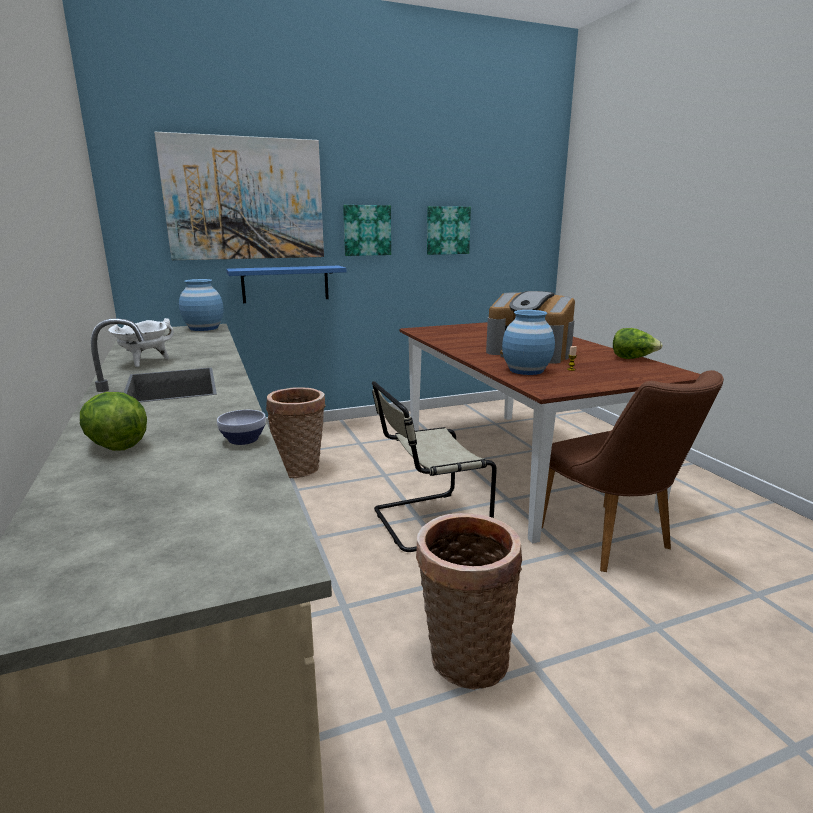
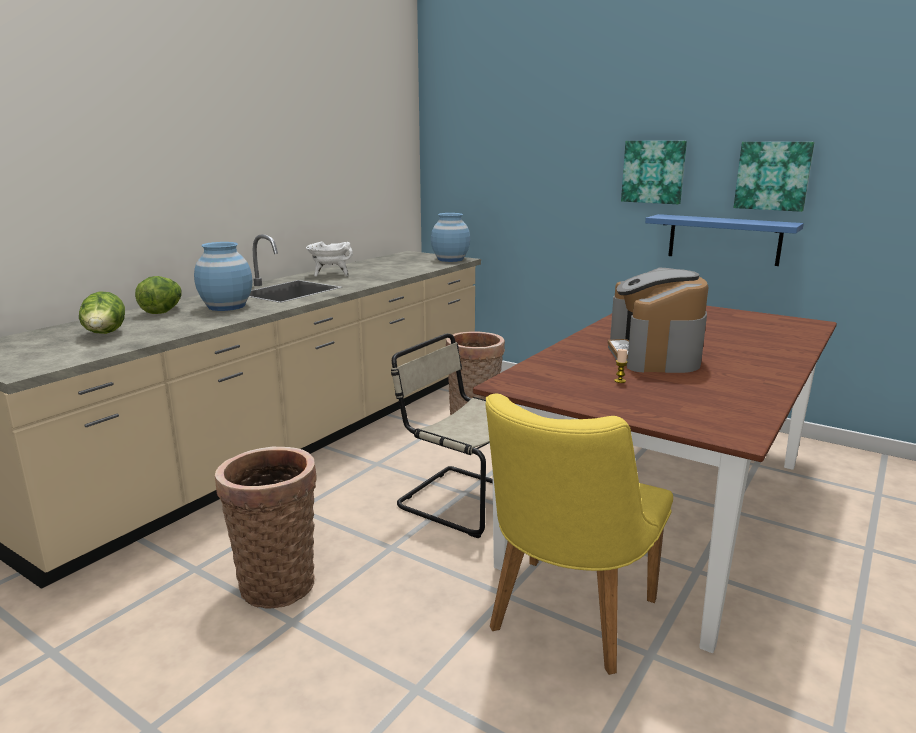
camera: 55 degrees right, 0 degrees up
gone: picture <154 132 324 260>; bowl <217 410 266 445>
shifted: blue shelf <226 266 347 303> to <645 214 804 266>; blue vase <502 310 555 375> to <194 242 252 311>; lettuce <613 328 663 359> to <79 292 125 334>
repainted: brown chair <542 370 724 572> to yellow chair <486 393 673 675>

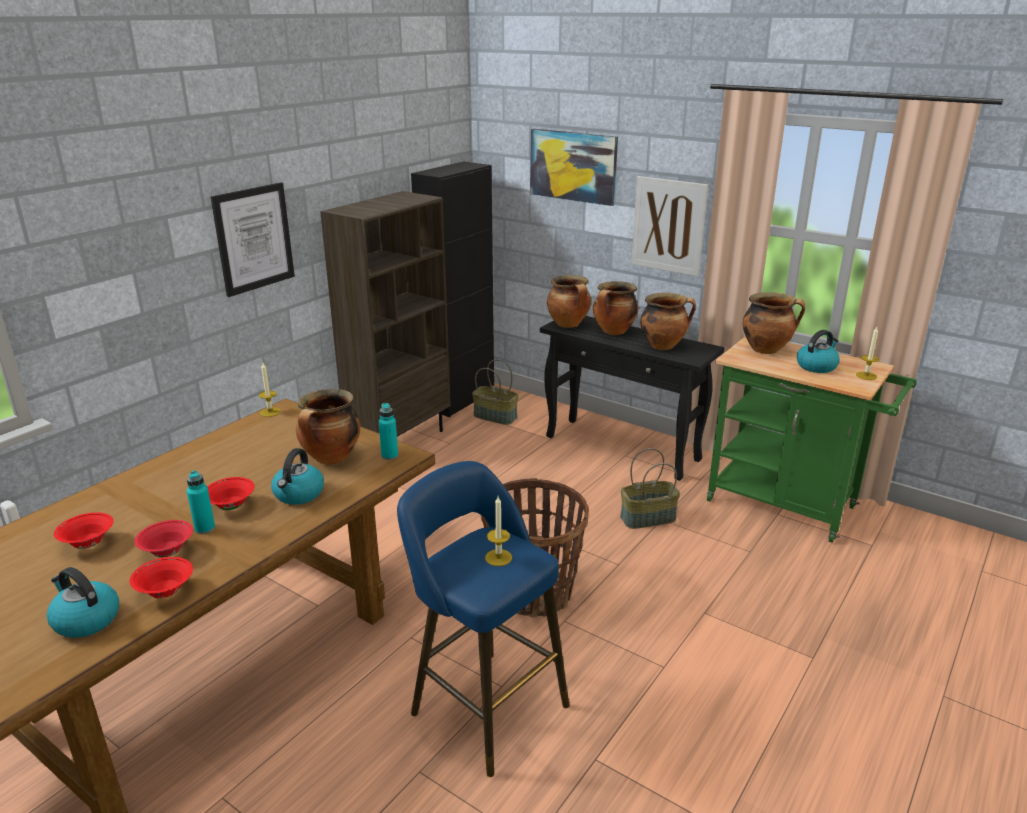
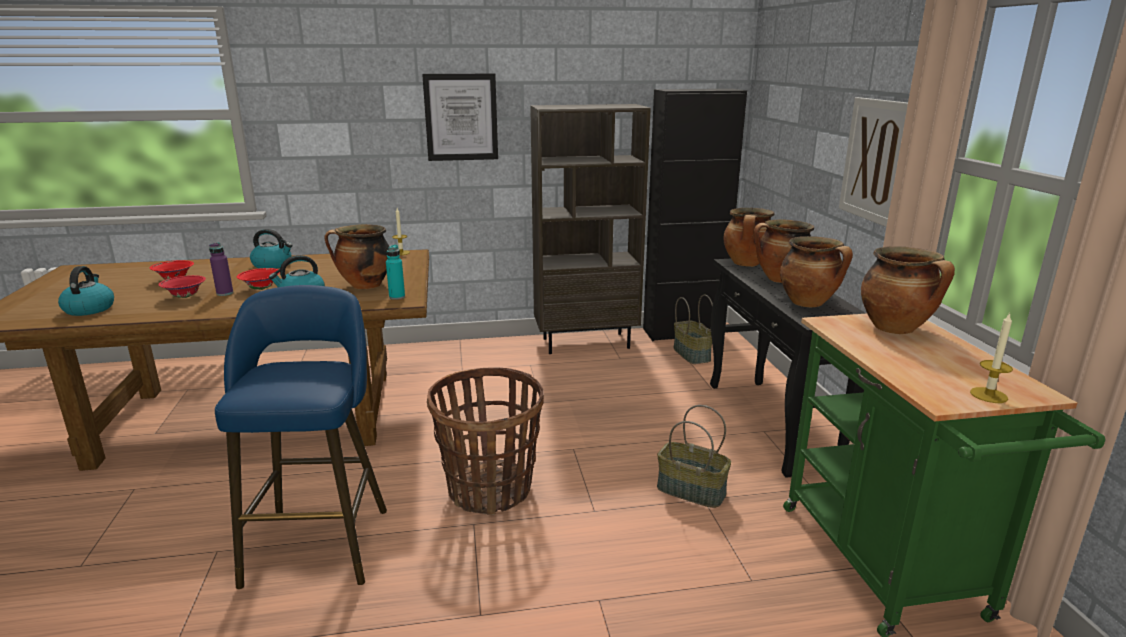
camera: 45 degrees right, 5 degrees down
gone: red bowl <130 557 193 598>; candle <485 496 512 566>; picture <530 129 618 206>
shifted: kettle <797 330 840 373> to <250 229 293 269>
repainted: turquoise bottle <187 470 215 534> to purple bottle <209 243 233 296>

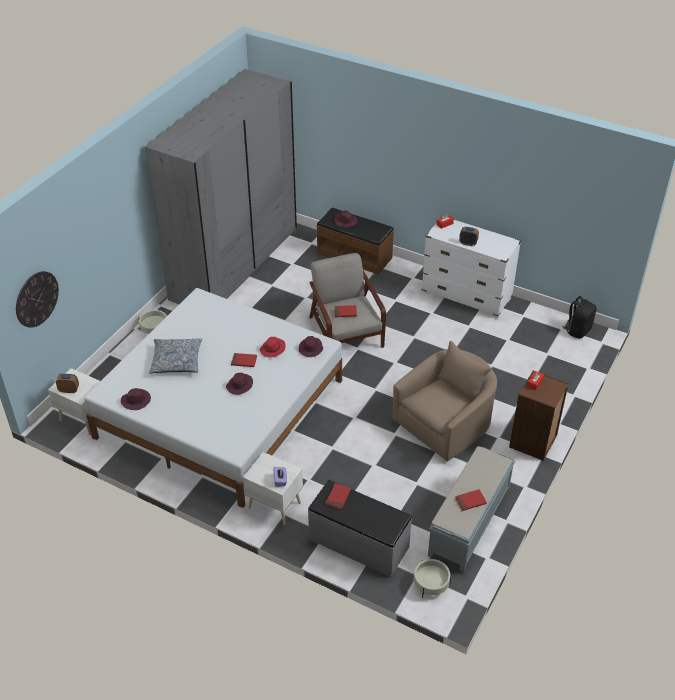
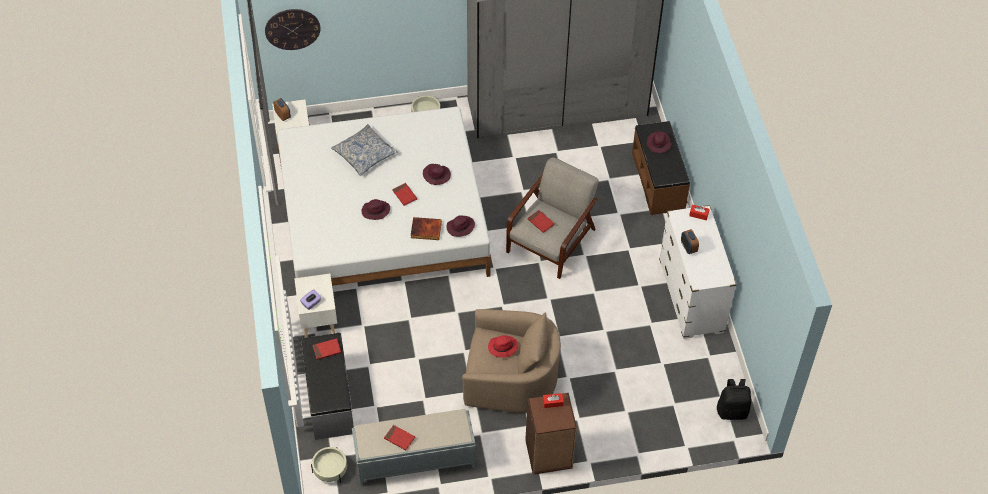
camera: 50 degrees right, 10 degrees up
new: book <411 217 442 240>
shifted: purple hat <121 388 151 410> to <423 164 451 185>; red hat <260 337 286 358> to <488 335 518 358>

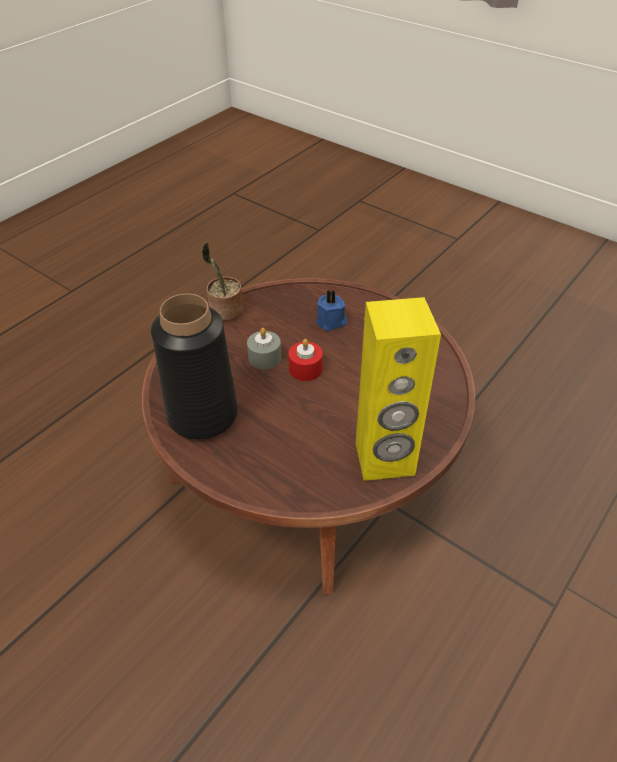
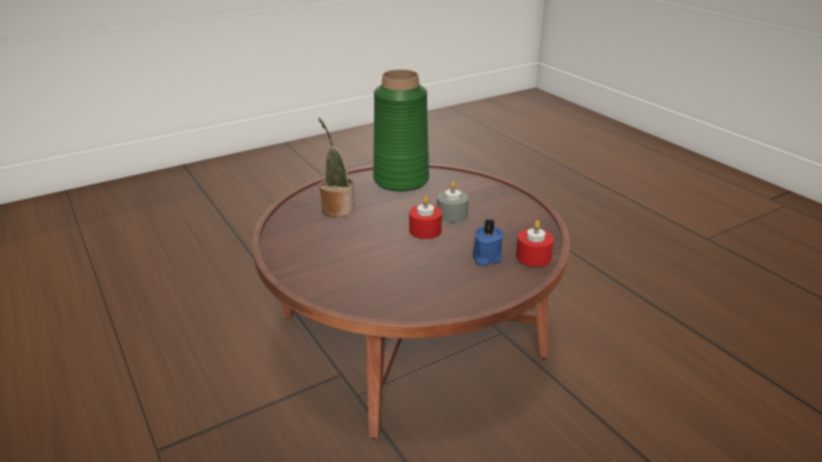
camera: 110 degrees right, 15 degrees down
gone: yellow speaker <356 297 441 481>
new: red candle <516 220 554 267>
shifted: potted plant <201 242 243 321> to <319 118 355 218>
repainted: black vase <151 294 238 439> to green vase <373 69 429 192>

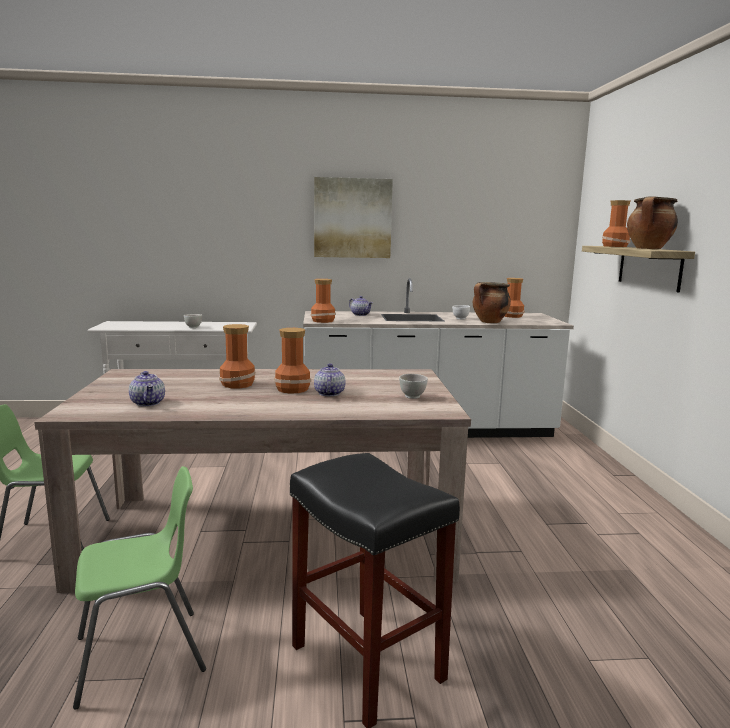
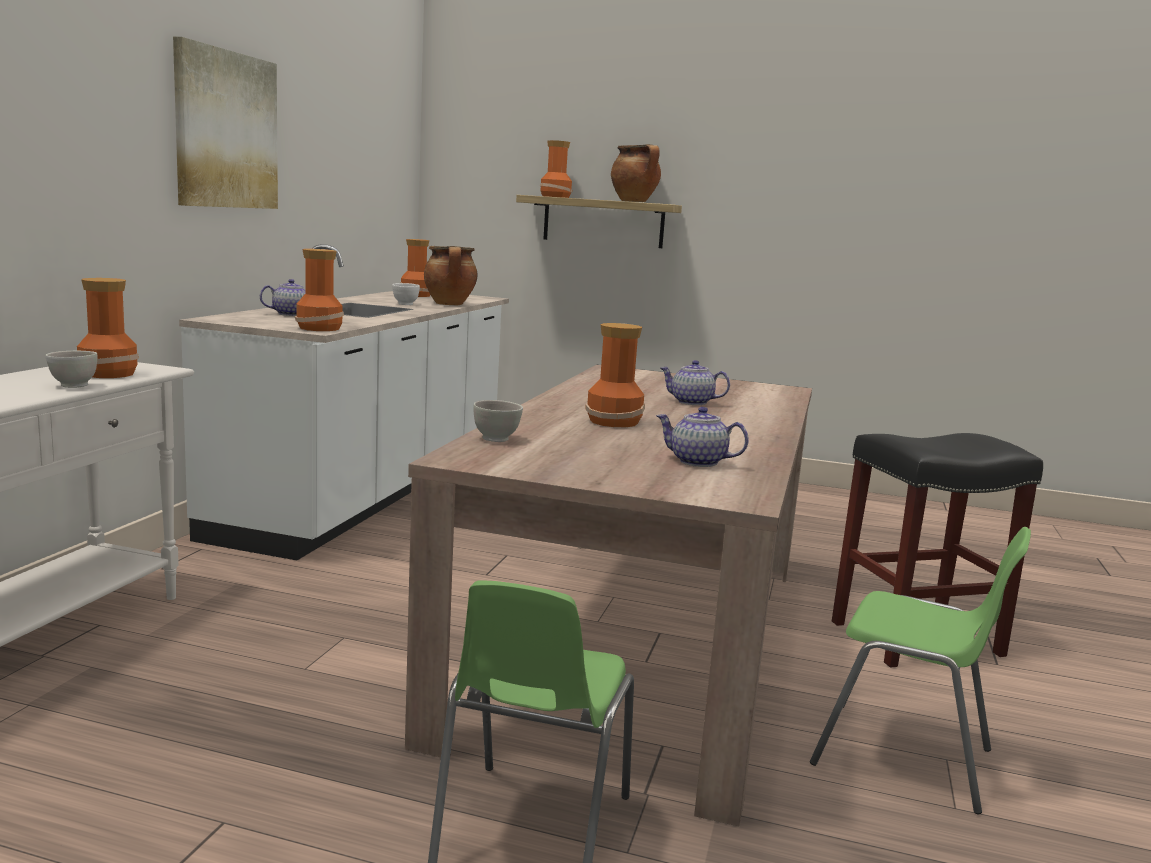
camera: 70 degrees left, 0 degrees up
shifted: vase <274 328 311 394> to <77 278 139 378>; white bowl <399 374 428 399> to <474 400 523 442>
rotated: green chair <73 466 206 710> = <810 527 1031 814> 120 degrees clockwise; teapot <129 371 165 407> = <656 407 749 467> 150 degrees counterclockwise

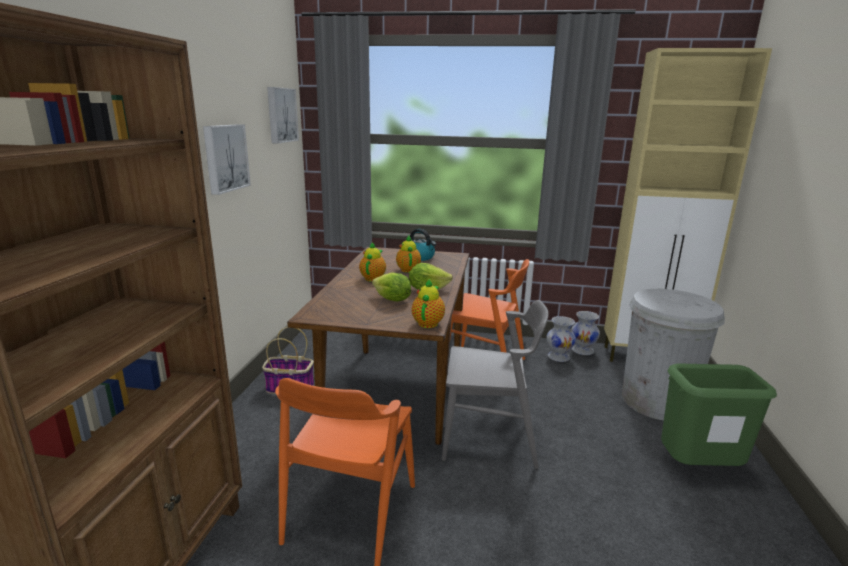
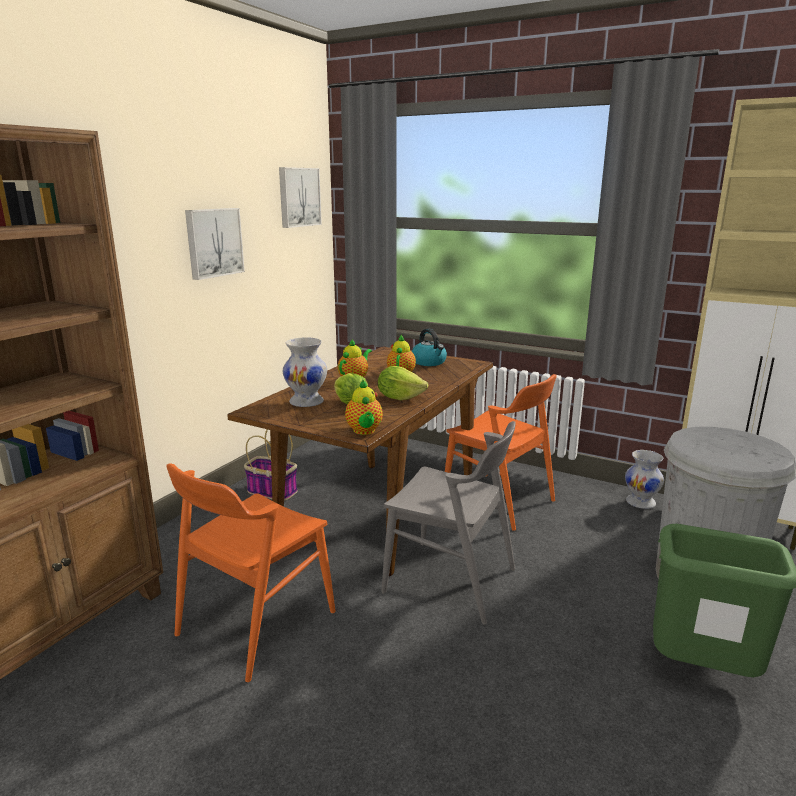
camera: 20 degrees right, 0 degrees up
shifted: white vase <546 316 576 362> to <283 337 327 407>
rotated: teapot <412 279 445 328> = <345 380 383 435> 135 degrees clockwise

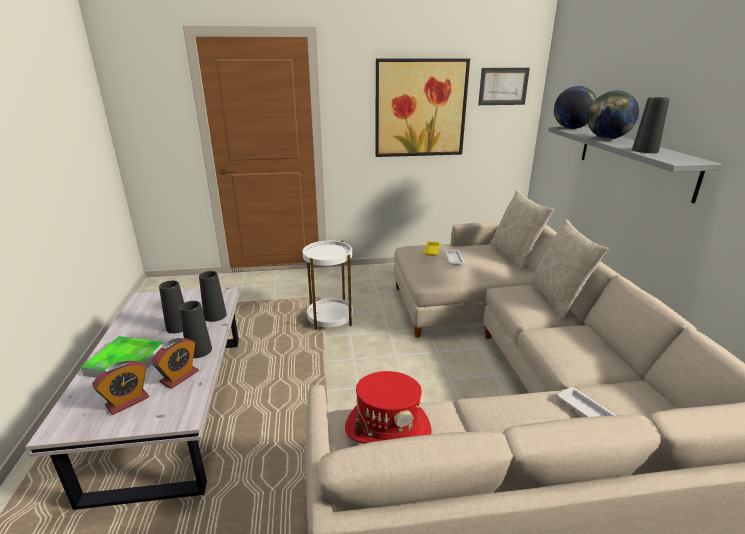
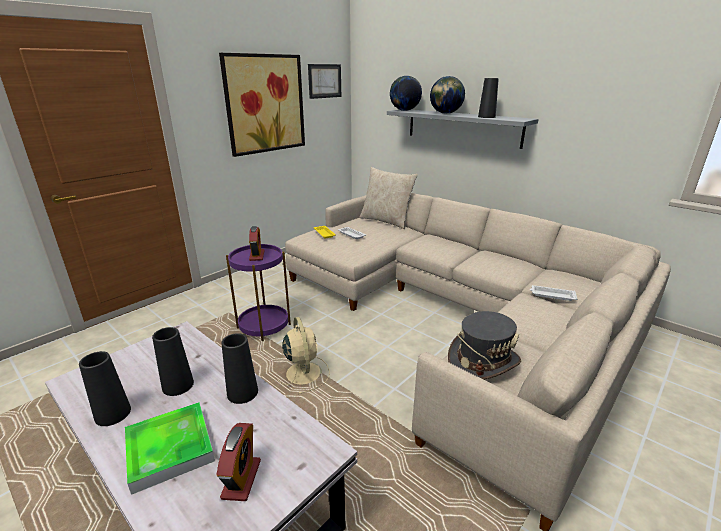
camera: 40 degrees left, 0 degrees up
gone: beige pillow <530 219 608 319>
new: beige fan <277 317 330 394>
shifted: alarm clock <151 338 199 389> to <249 226 264 261>; black vase <199 271 227 322> to <79 351 131 426>
repainted: white side table <302 241 354 330> to purple side table <226 244 291 341>; red hat <345 371 432 444> to grey hat <448 311 521 380>

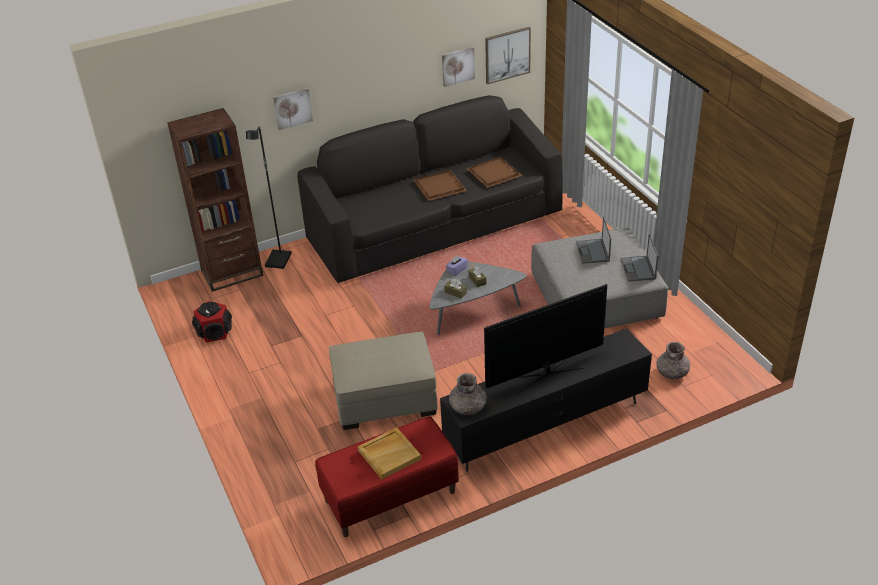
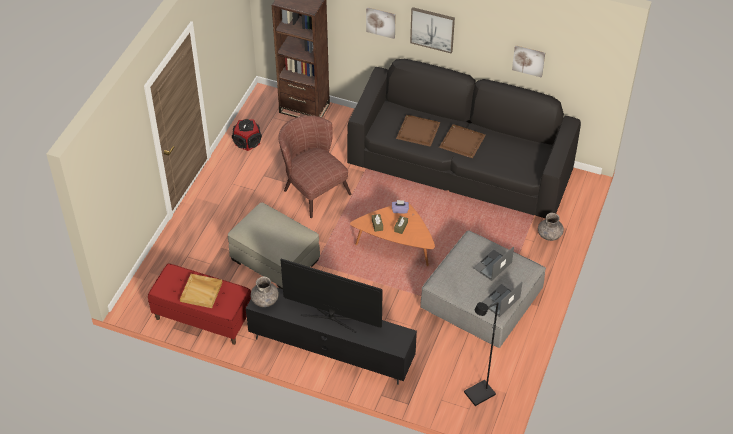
camera: 45 degrees right, 10 degrees up
new: brown armchair <278 115 351 218>
shifted: black floor lamp <246 126 292 269> to <464 302 499 406>; brown tray <467 157 522 188> to <396 115 441 147>; picture <485 27 531 84> to <410 7 455 54>; grey vase <656 342 690 379> to <538 213 564 241>
repainted: grey coffee table <429 262 527 335> to orange coffee table <350 204 435 266>

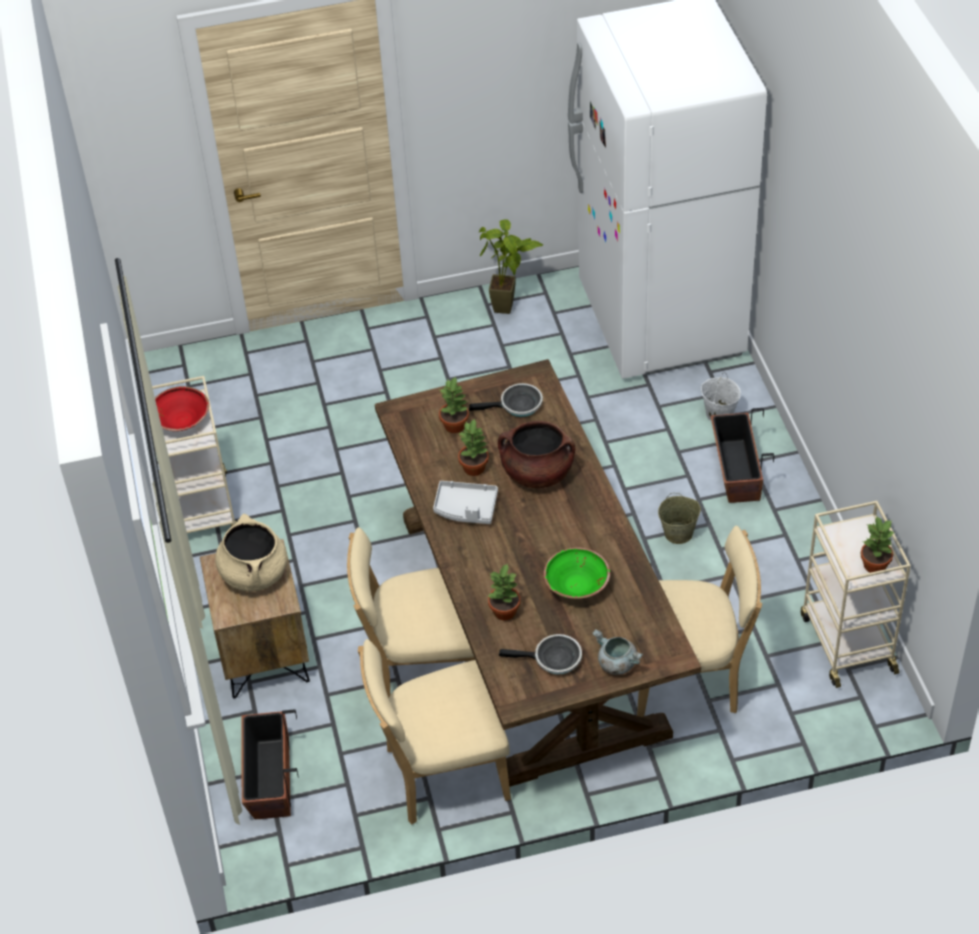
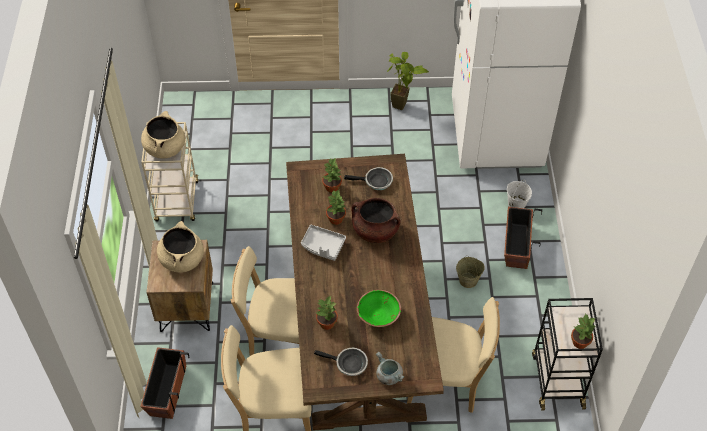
camera: 10 degrees right, 5 degrees up
swapped: red bowl <155 386 209 431> to beige cooking pot <141 111 185 159>
repainted: beige cart <801 501 911 688> to black cart <532 298 603 410>

